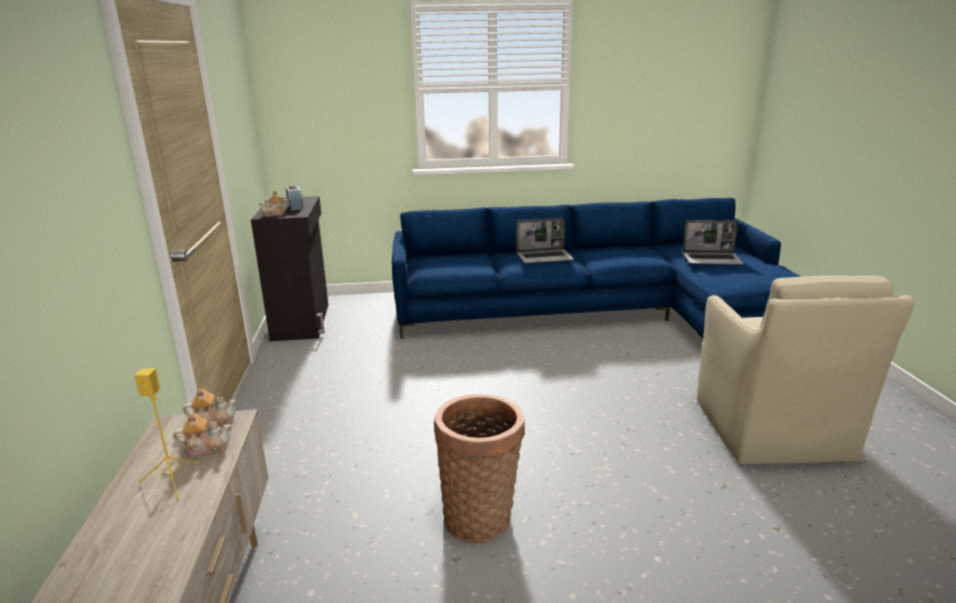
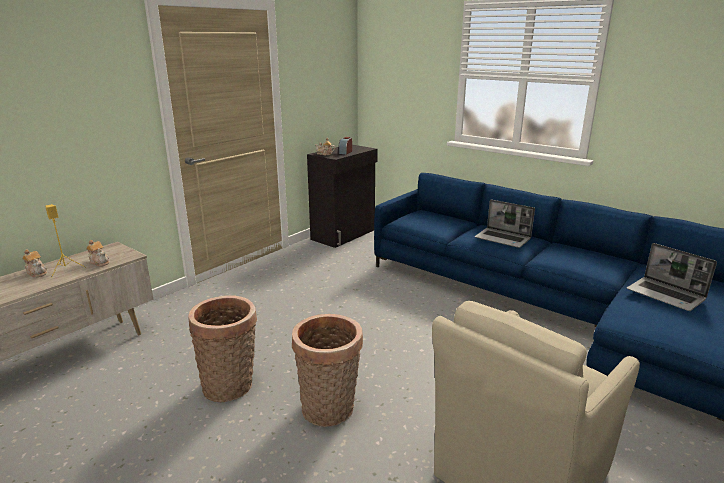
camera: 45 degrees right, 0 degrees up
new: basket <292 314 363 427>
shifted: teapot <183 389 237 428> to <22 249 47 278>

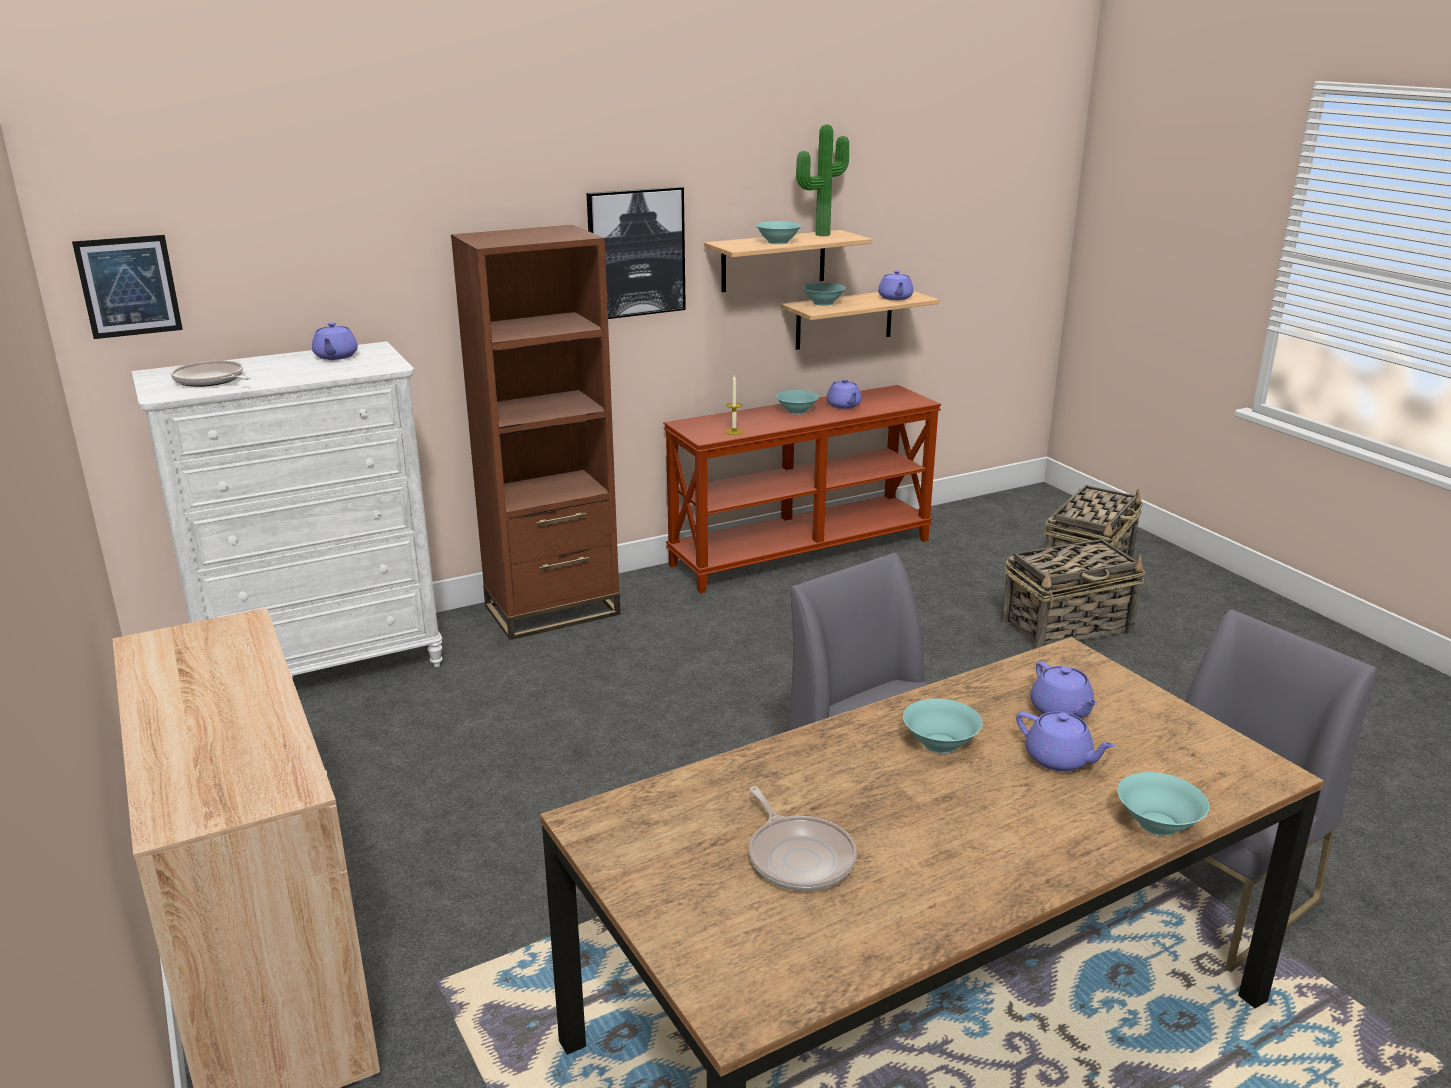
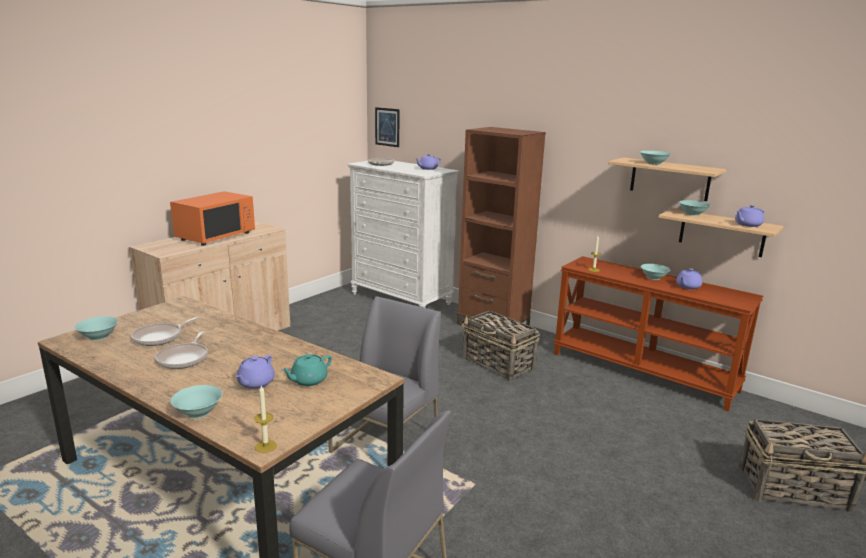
camera: 65 degrees right, 5 degrees down
gone: picture <587 186 686 319>; potted plant <796 124 849 236>
new: frying pan <155 331 208 369>; orange microwave <170 191 255 246>; candle <254 386 277 453>
shifted: turquoise bowl <903 698 982 754> to <75 316 118 341>; basket <1001 539 1145 649> to <462 311 540 382>
repainted: purple teapot <1030 661 1098 718> to turquoise teapot <281 354 332 386>

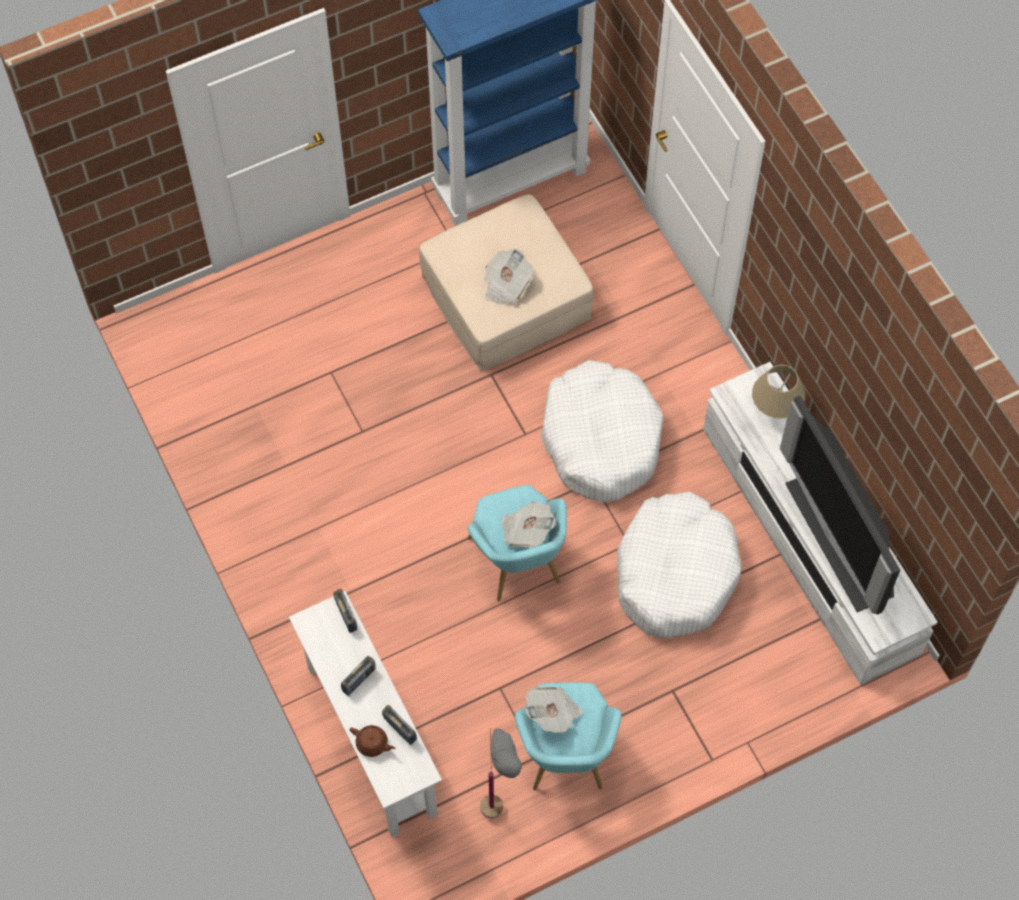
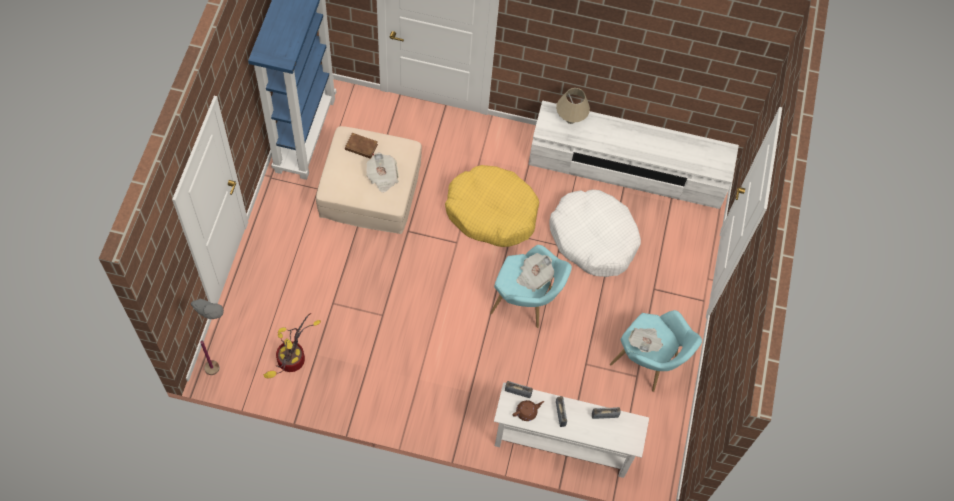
camera: 55 degrees left, 0 degrees up
gone: television <780 396 900 615>
new: potted plant <263 313 321 378>; brown book <345 133 378 159>
shifted: brown teapot <350 725 396 757> to <513 400 544 421>; grey floor lamp <480 728 522 818> to <189 299 224 375>
repainted: white dog bed <541 360 664 502> to yellow dog bed <445 165 539 247>

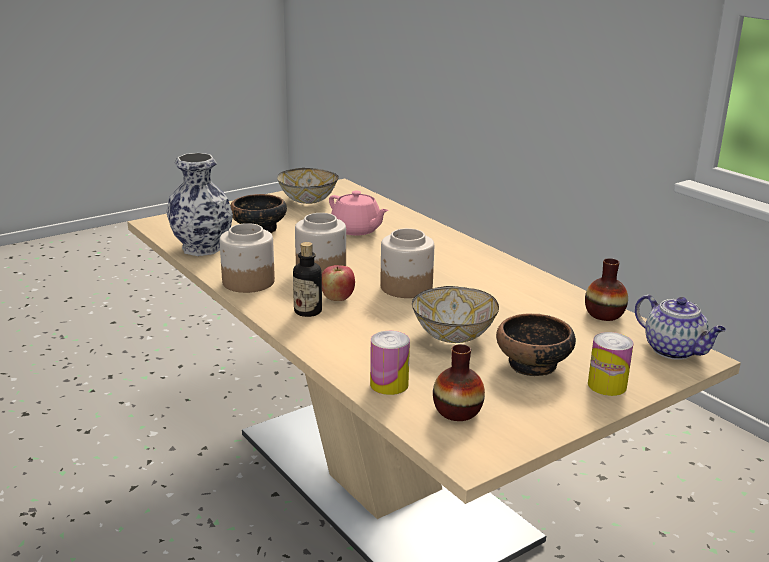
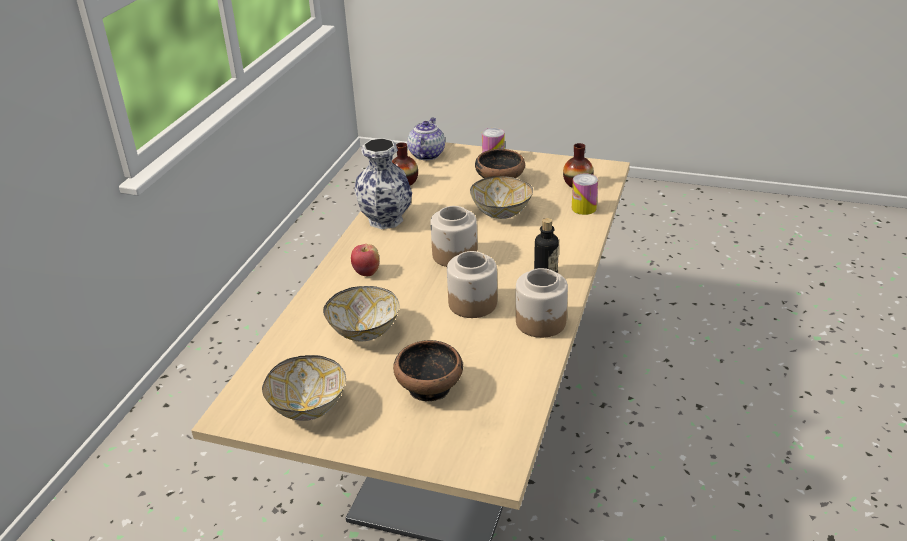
camera: 125 degrees left, 10 degrees up
shifted: vase <166 153 233 256> to <354 138 412 229>; apple <322 265 355 301> to <351 244 379 276>
swapped: pink teapot <329 191 389 236> to bowl <323 286 399 341>

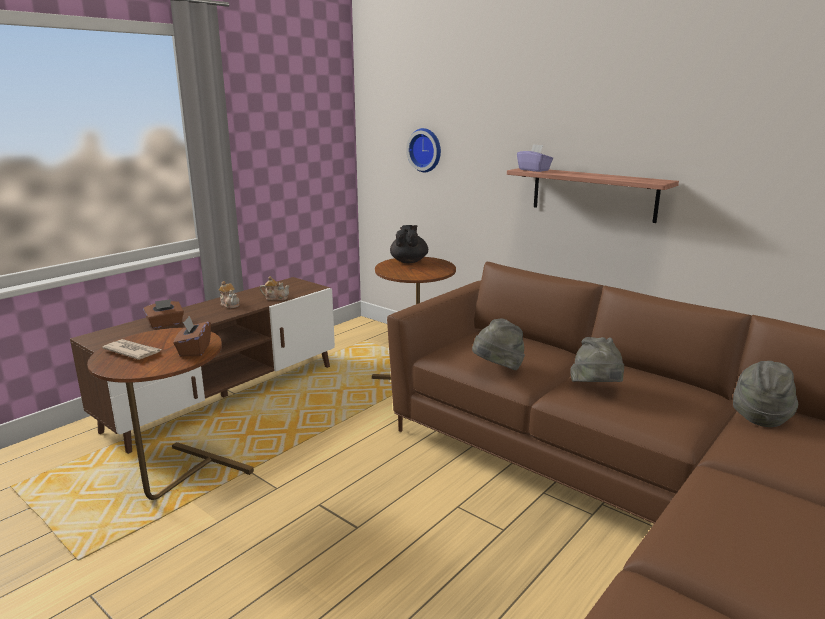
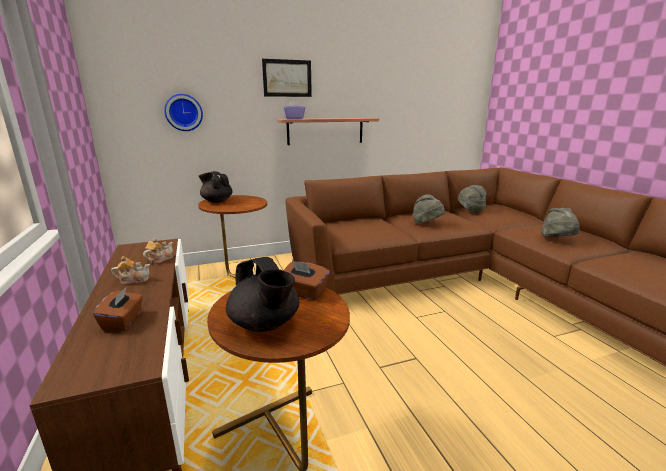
camera: 60 degrees left, 0 degrees up
new: picture <262 59 312 97>
shifted: grey hat <472 318 525 370> to <541 208 580 237>
swapped: newspaper <102 339 163 360> to black teapot <226 257 299 332>

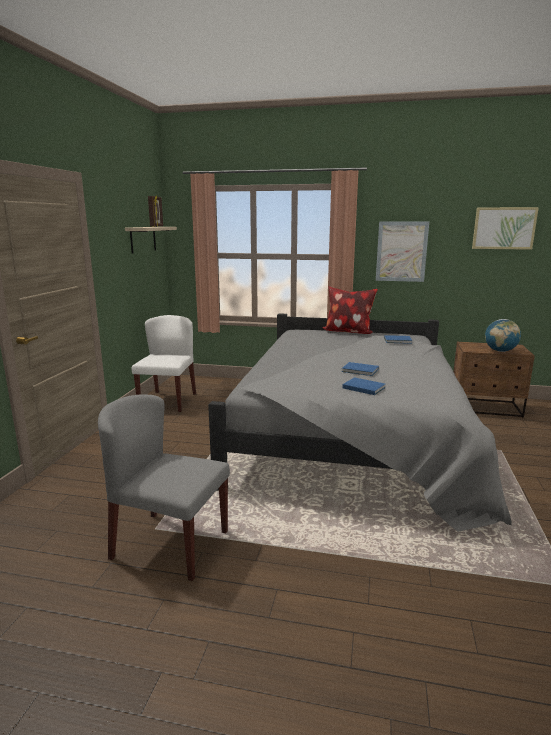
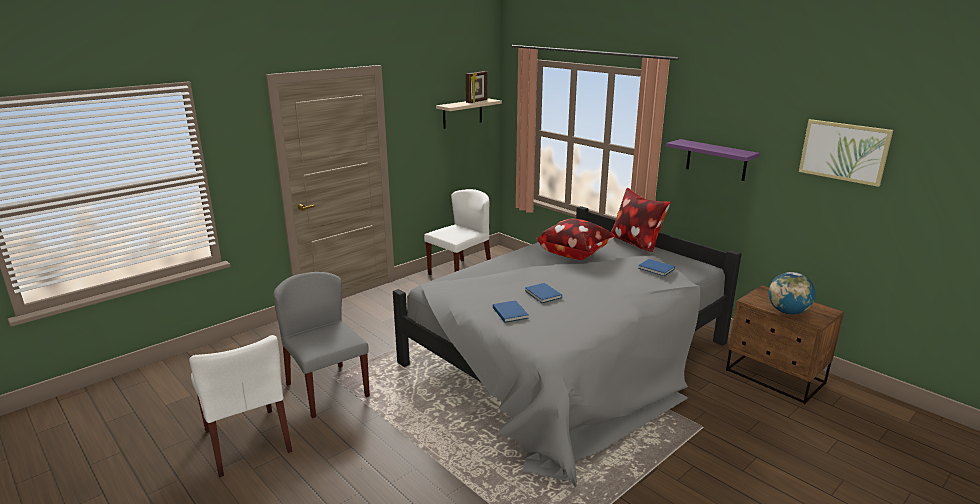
camera: 35 degrees right, 5 degrees up
new: white chair <189 335 292 477>; pillow <537 219 616 260>
swapped: picture <376 222 429 282> to purple shelf <666 139 760 181>

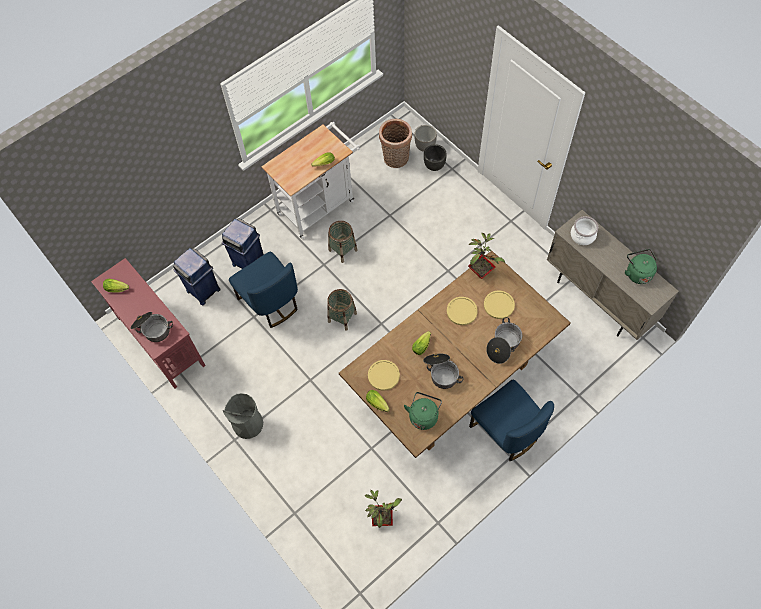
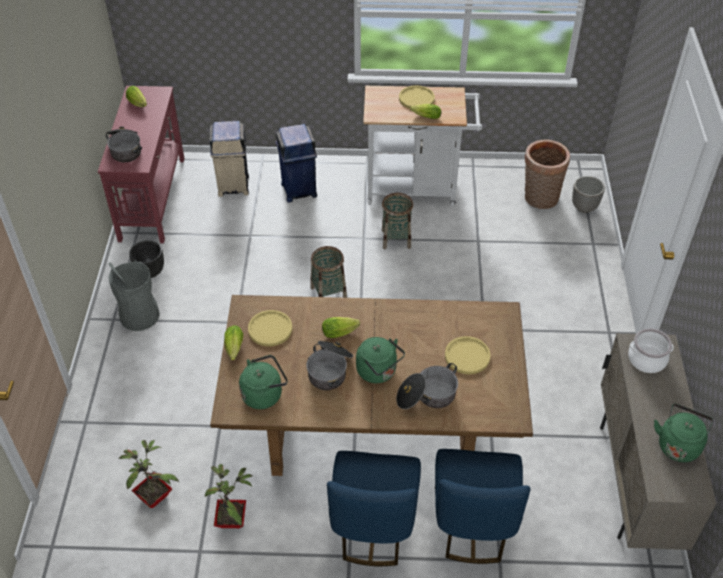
camera: 40 degrees right, 15 degrees down
new: green kettle <356 337 405 383>
shifted: blue chair <229 251 298 328> to <435 449 530 564>; black planter <424 144 447 171> to <129 240 164 278>; yellow plate <447 297 478 325> to <399 85 435 109>; potted plant <468 233 506 279> to <205 464 253 528>
repainted: blue trash can <173 248 221 306> to beige trash can <209 121 249 197>

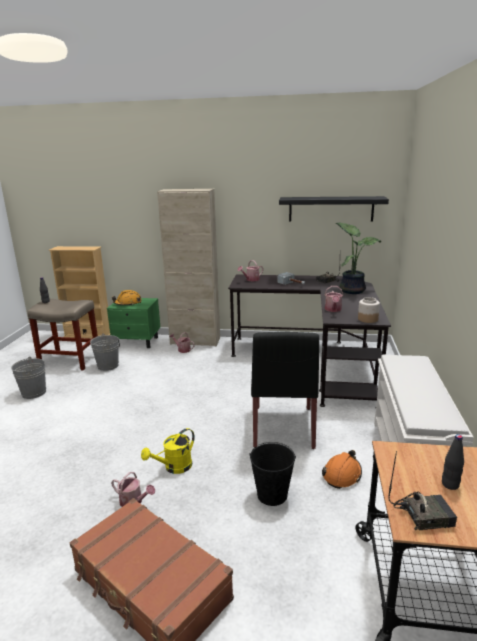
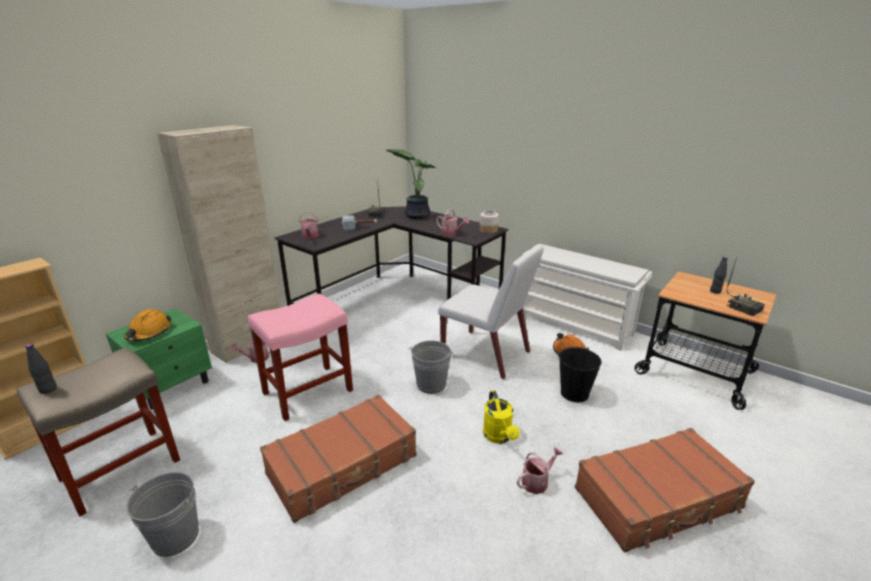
camera: 60 degrees left, 5 degrees up
gone: black shelf <279 196 389 222>
new: pink stool <248 294 353 421>; brown suitcase <260 394 416 523>
shifted: grey bucket <90 334 119 371> to <409 340 453 394>
repainted: black chair <251 332 319 449> to white chair <438 245 544 379>
rotated: radio <388 451 457 530> = <727 258 765 316> 120 degrees clockwise

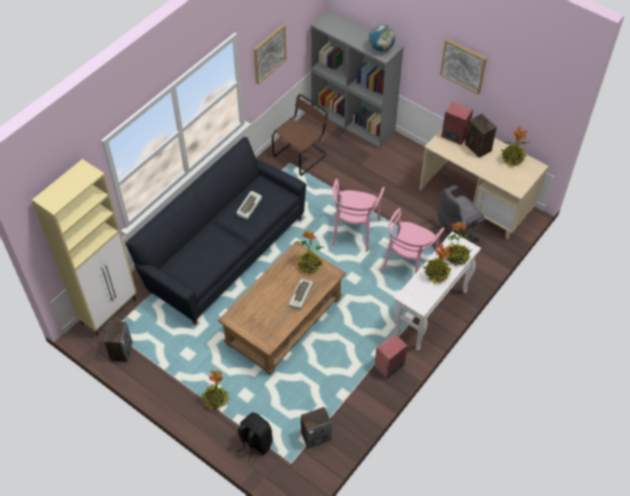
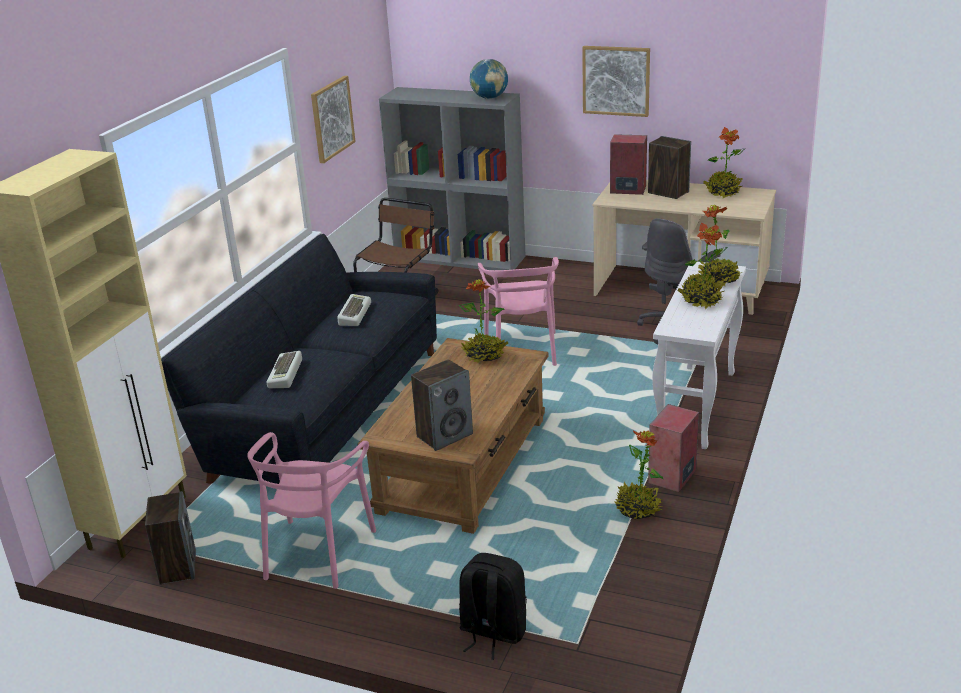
camera: 15 degrees left, 25 degrees down
shifted: potted plant <202 370 230 410> to <614 430 664 519>; keyboard <289 279 313 310> to <267 351 302 388>; speaker <301 407 332 449> to <411 359 473 451>; pink chair <381 208 445 274> to <247 432 376 589>

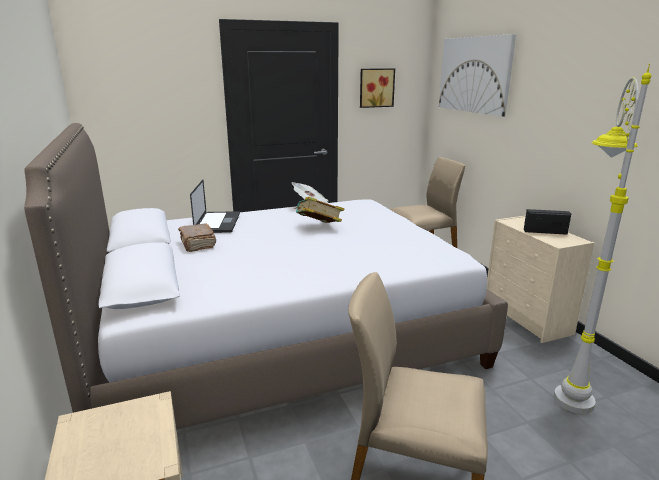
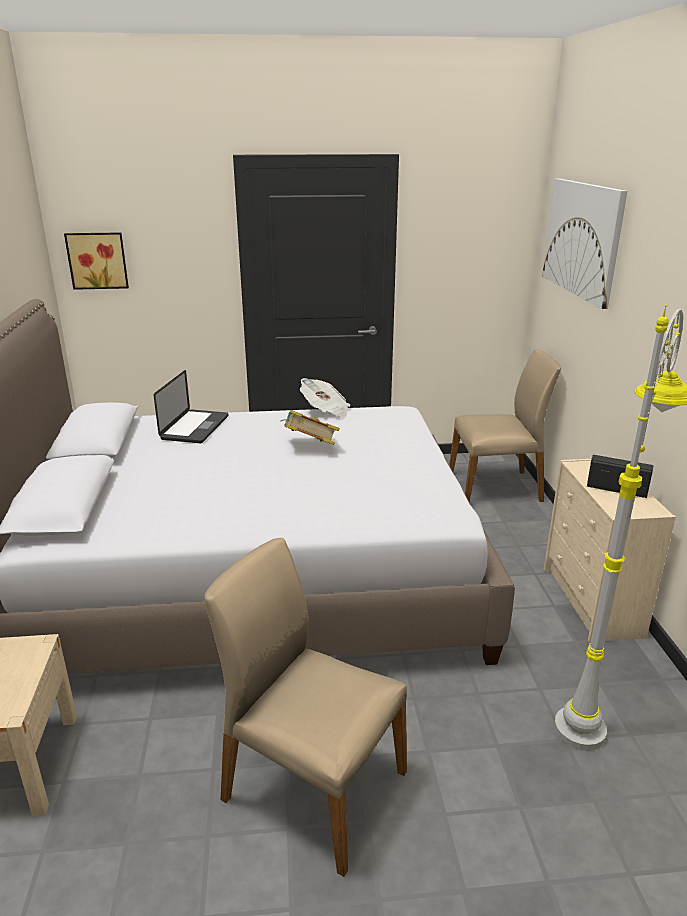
camera: 15 degrees right, 5 degrees up
gone: brown book <178 224 217 252>
shifted: picture <360 68 395 108> to <64 232 129 290>

